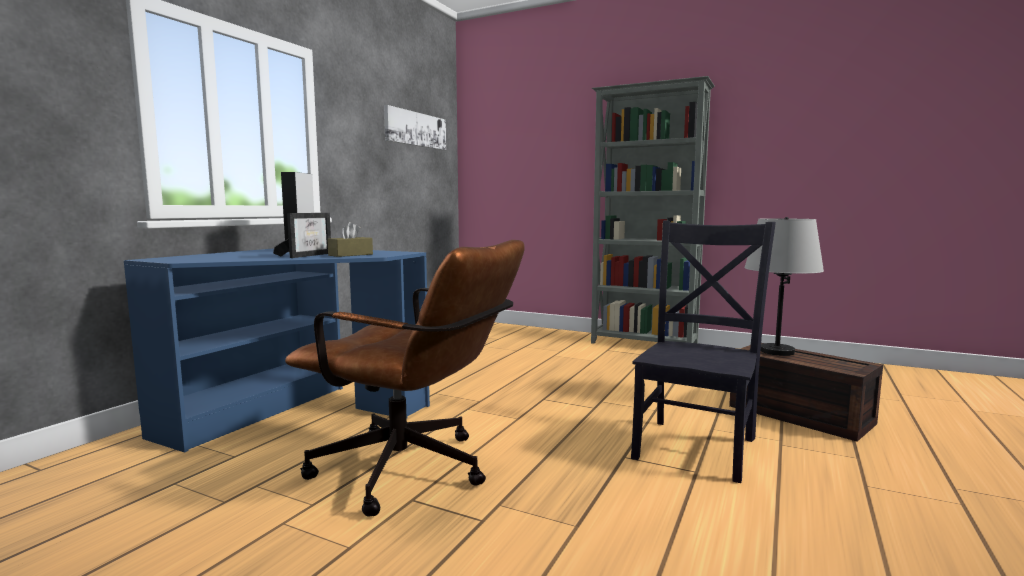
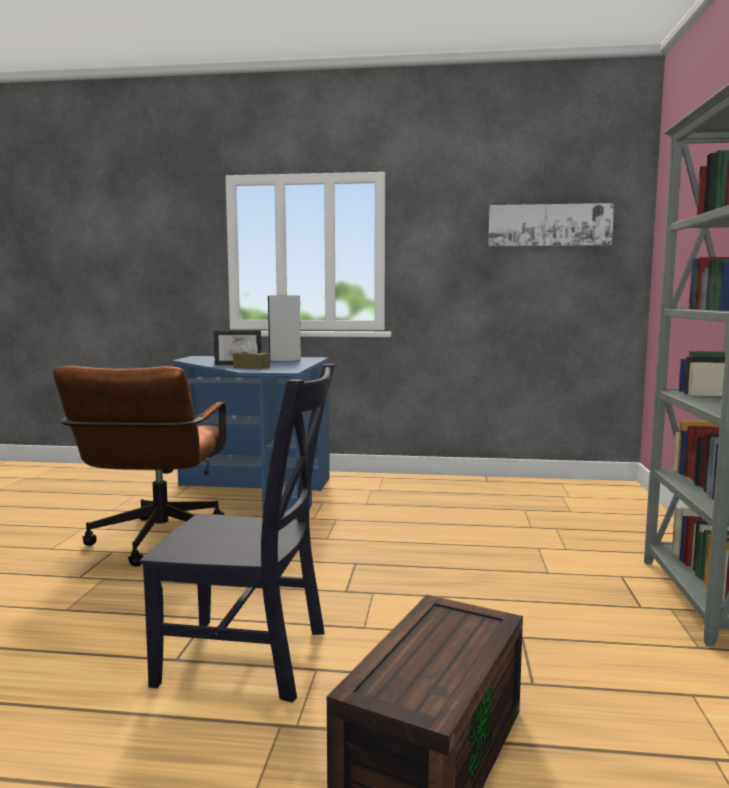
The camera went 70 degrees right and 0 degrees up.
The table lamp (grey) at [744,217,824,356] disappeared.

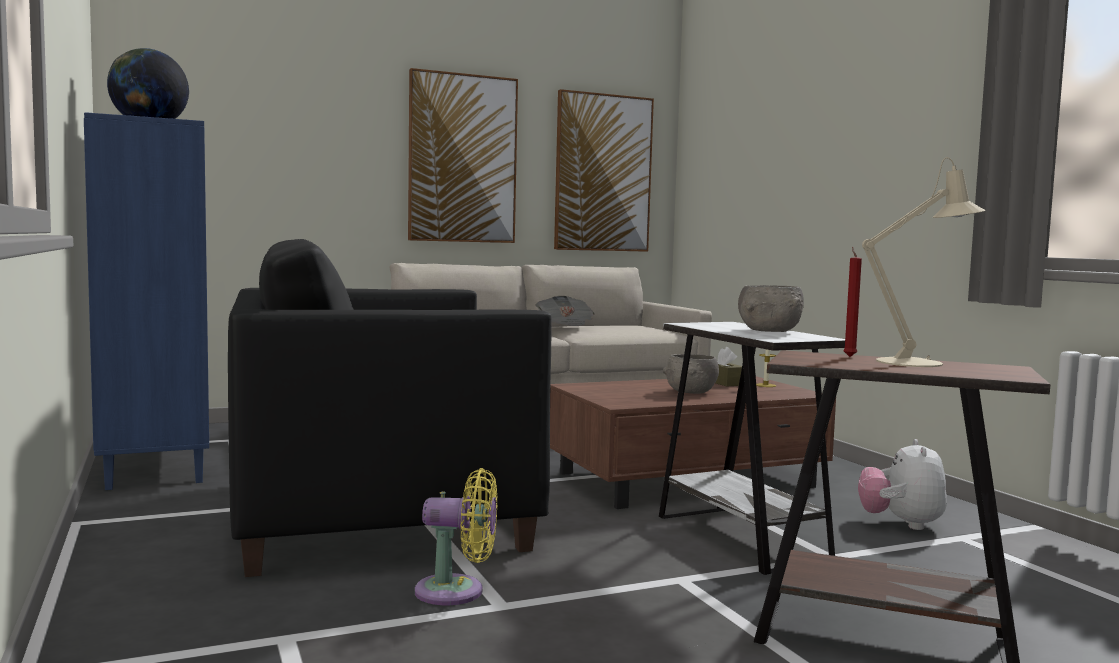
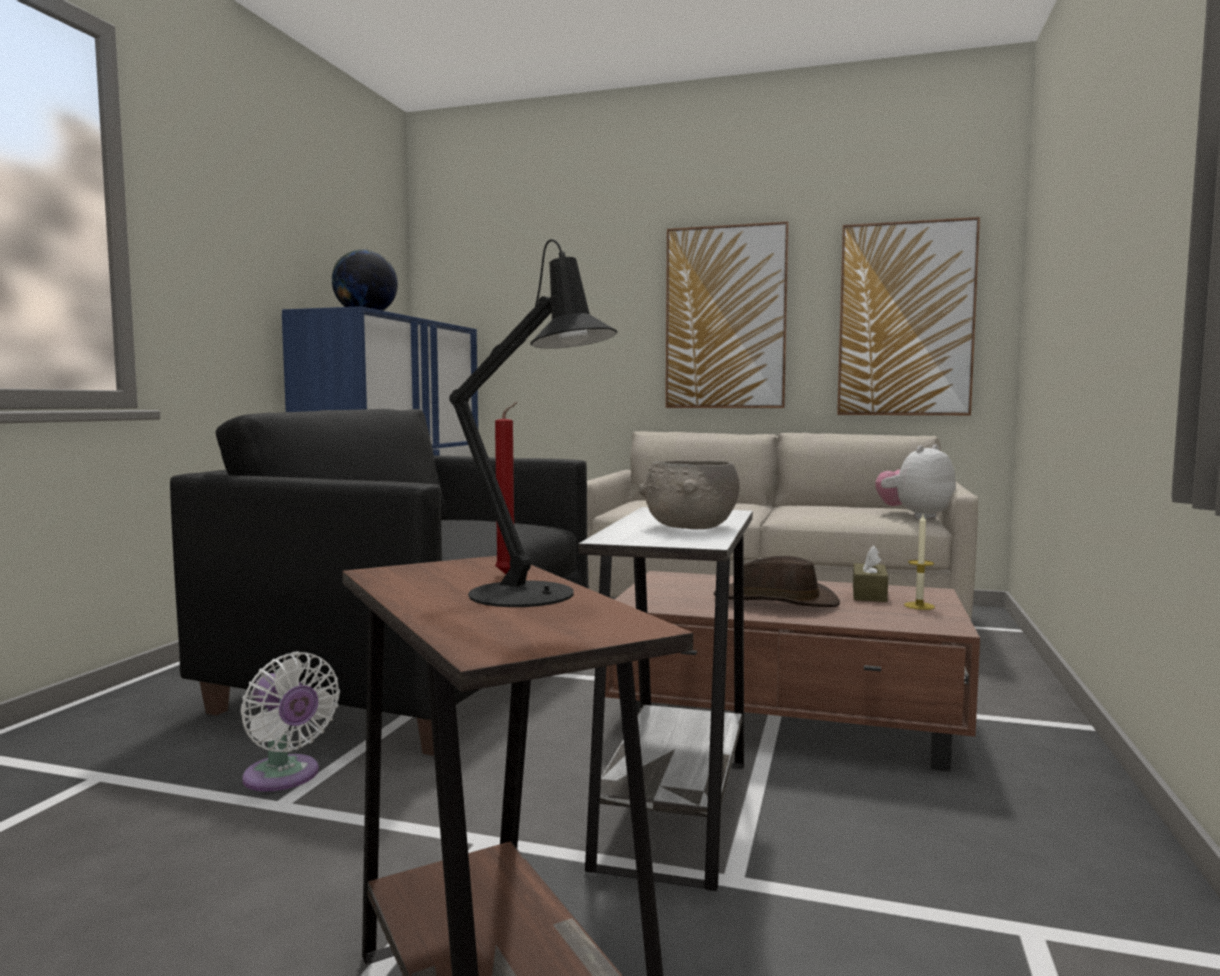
The camera went 40 degrees right and 0 degrees up.
The table lamp (beige) at [862,157,986,367] became the table lamp (black) at [449,239,617,607].
The newspaper at [535,296,595,326] disappeared.
The bowl (grey) at [663,354,719,394] was replaced by the hat (brown) at [714,556,840,607].
The plush toy moved from [858,439,947,530] to [875,444,956,519].
The fan (yellow) at [415,468,497,605] became the fan (white) at [241,651,340,792].

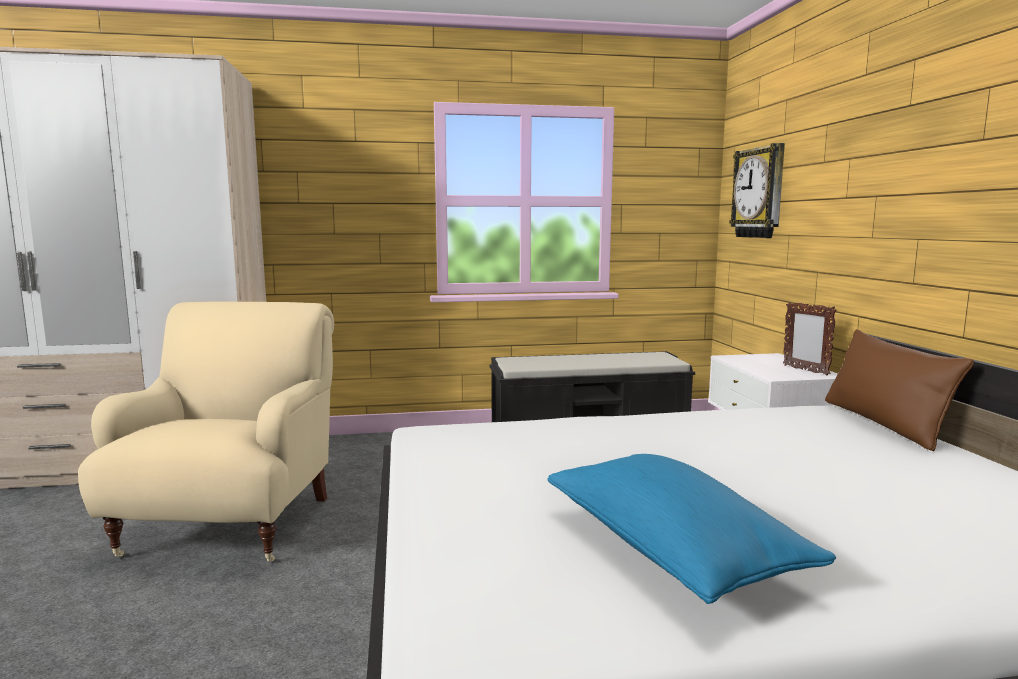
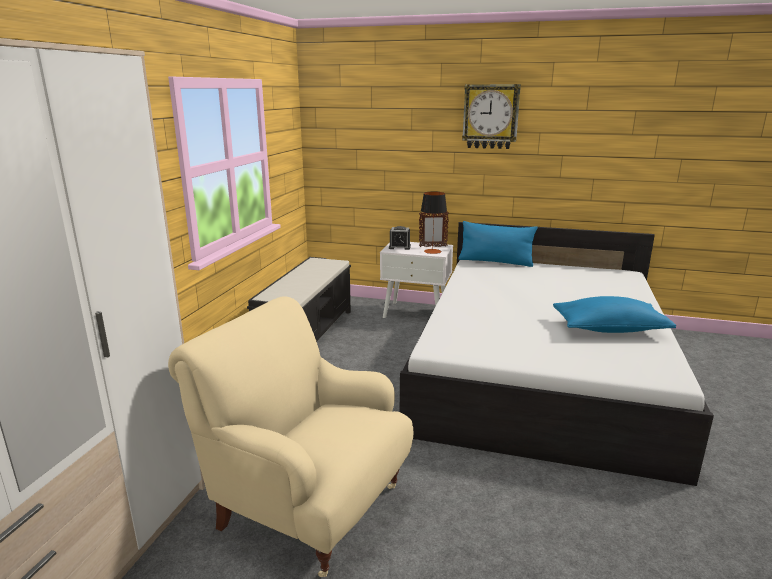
The camera went 65 degrees left and 10 degrees up.
The wall clock moved from [729,143,785,238] to [462,84,521,149].
The pillow (brown) at [825,329,974,451] became the pillow (blue) at [459,221,538,267].
The table lamp at [421,191,447,254] appeared.
The alarm clock at [389,226,411,250] appeared.

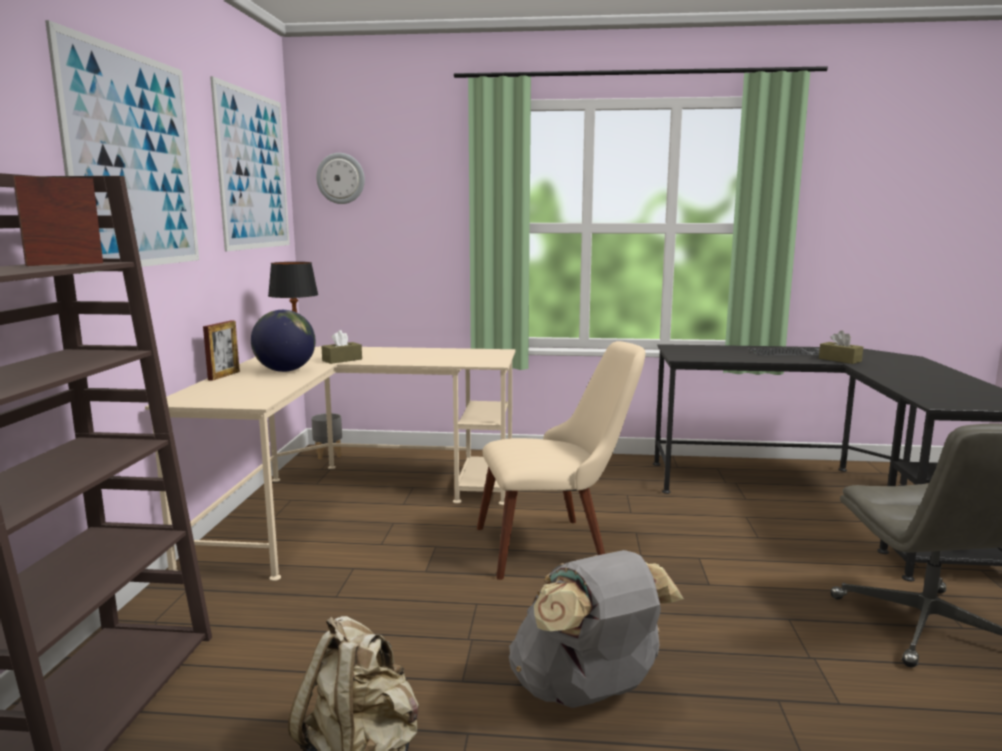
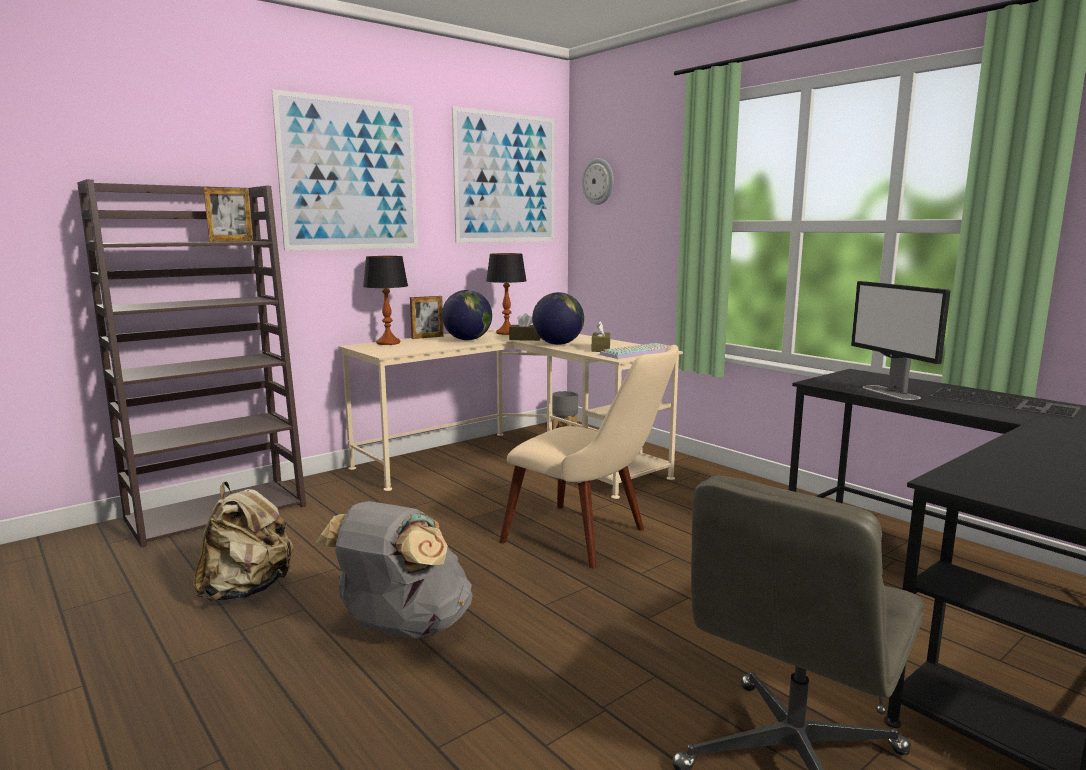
The camera went 45 degrees right and 0 degrees up.
The picture frame at [13,176,103,266] turned 150 degrees clockwise.
The tissue box (brown) moved from [819,330,863,364] to [592,321,610,352].
The table lamp at [363,256,408,345] appeared.
The monitor at [851,281,950,400] appeared.
The globe at [532,292,584,345] appeared.
The keyboard at [600,343,669,359] appeared.

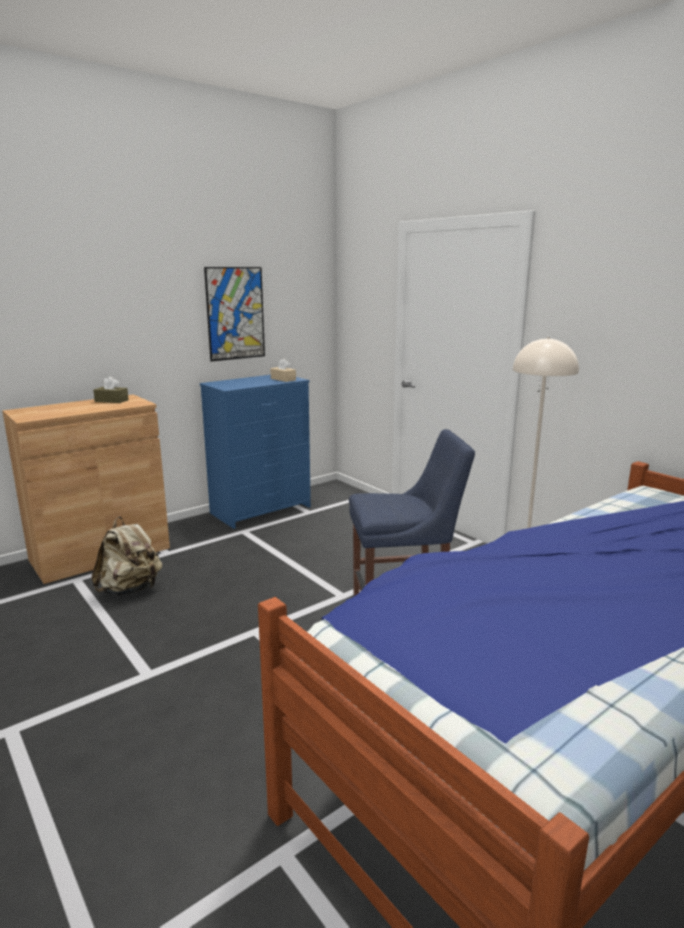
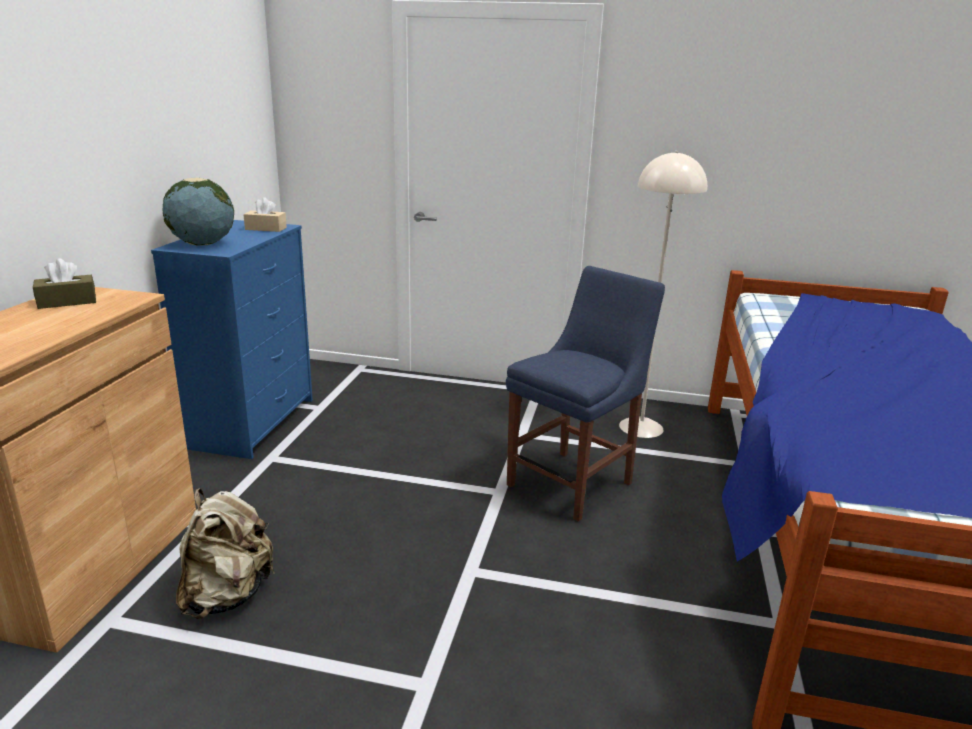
The camera went 40 degrees left and 5 degrees up.
The picture at [204,267,265,362] disappeared.
The globe at [163,178,234,246] appeared.

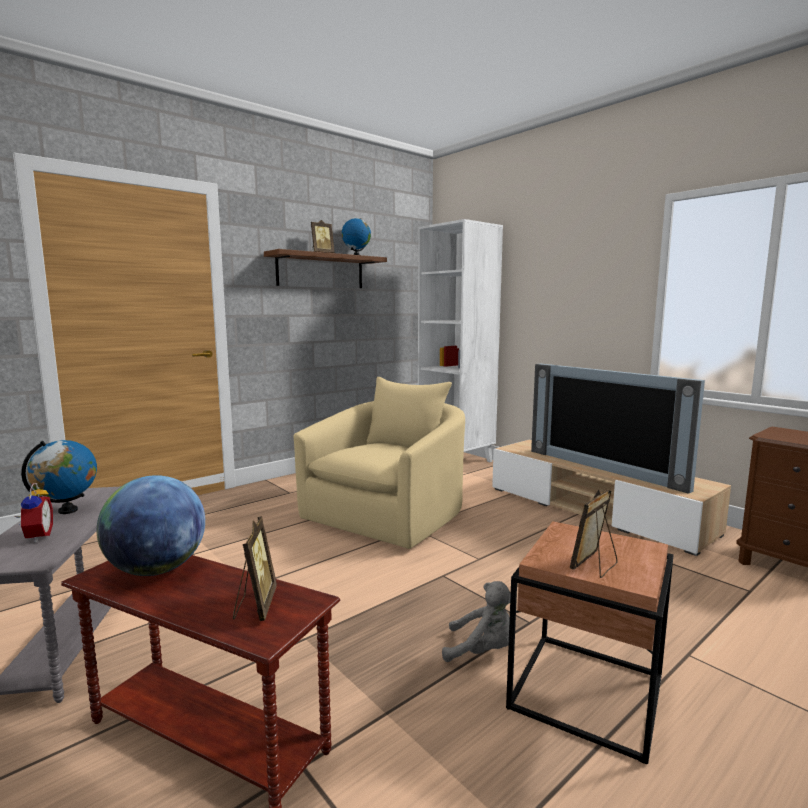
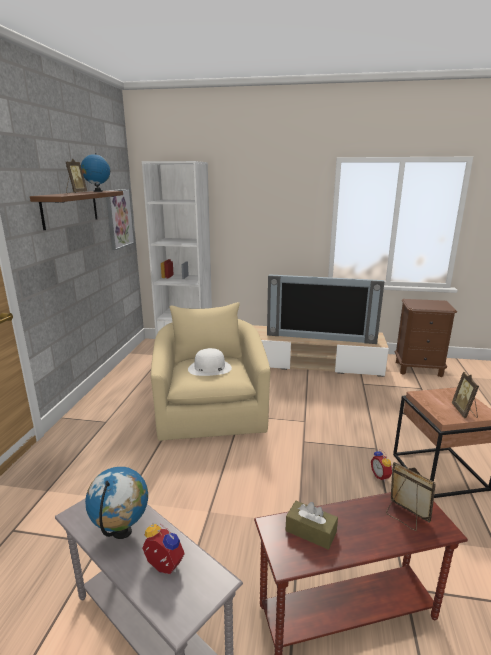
The camera went 40 degrees left and 10 degrees up.
The globe at [97,475,205,576] was replaced by the tissue box (brown) at [285,501,338,550].
The plush toy (grey) at [442,581,511,662] was replaced by the alarm clock at [371,449,393,482].
The picture at [106,189,135,250] appeared.
The hat (white) at [188,348,232,376] appeared.

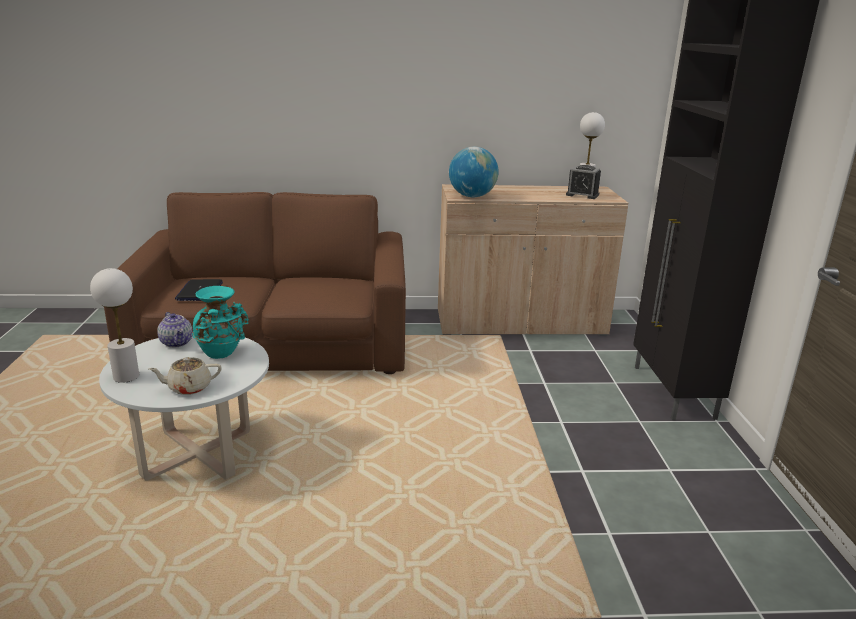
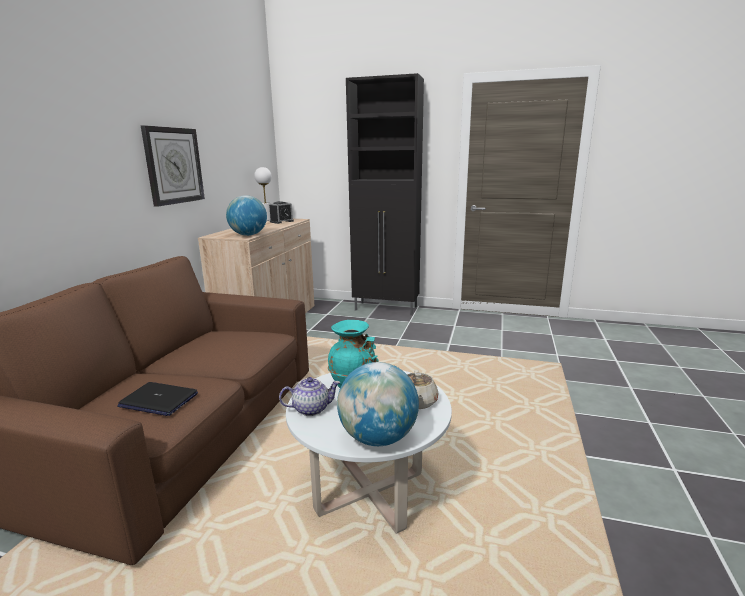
The camera went 70 degrees left and 5 degrees down.
The table lamp (white) at [90,268,139,383] was replaced by the globe at [337,362,419,446].
The wall clock at [141,125,205,207] appeared.

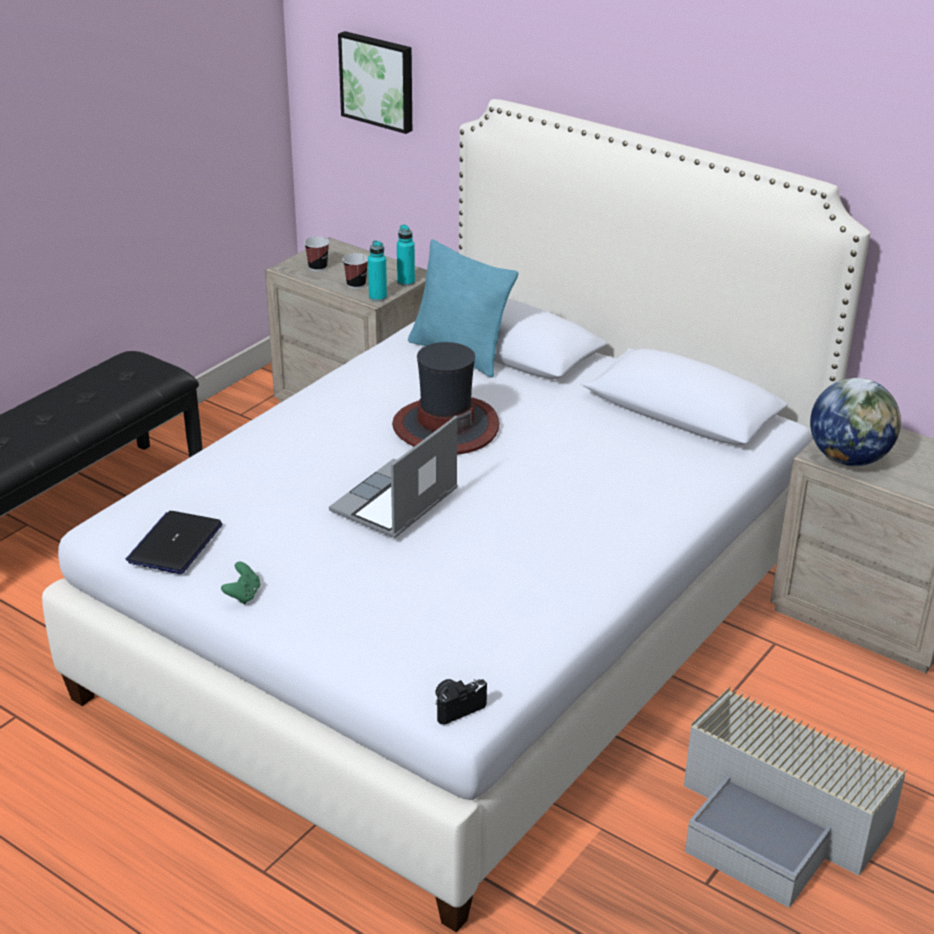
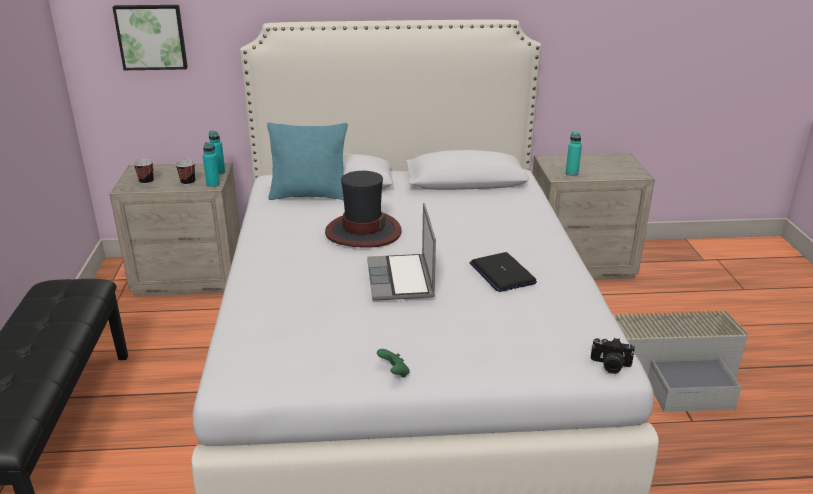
The camera went 40 degrees left and 5 degrees down.
The globe at [810,378,901,466] was replaced by the bottle (turquoise) at [566,131,582,176].
The laptop moved from [126,511,222,574] to [470,252,537,292].
The photo camera at [435,679,487,724] turned 90 degrees counterclockwise.

